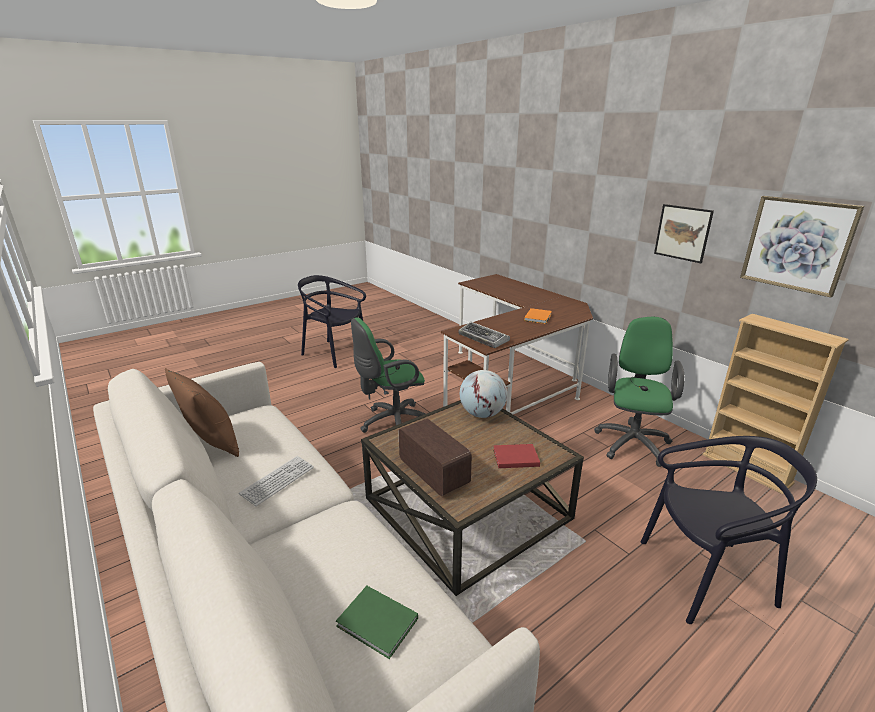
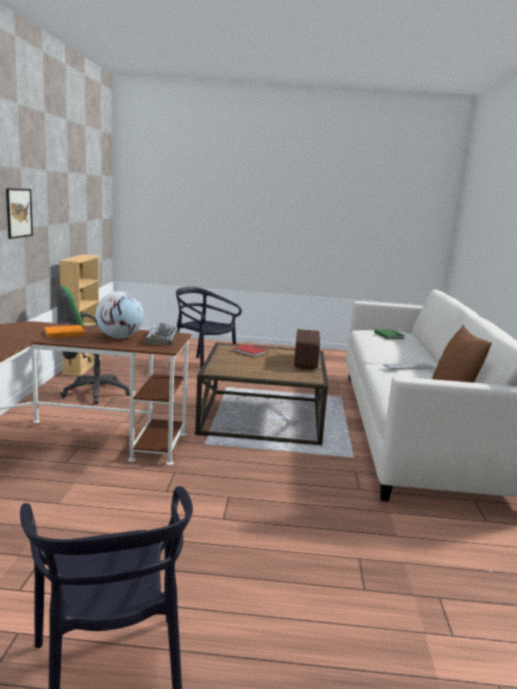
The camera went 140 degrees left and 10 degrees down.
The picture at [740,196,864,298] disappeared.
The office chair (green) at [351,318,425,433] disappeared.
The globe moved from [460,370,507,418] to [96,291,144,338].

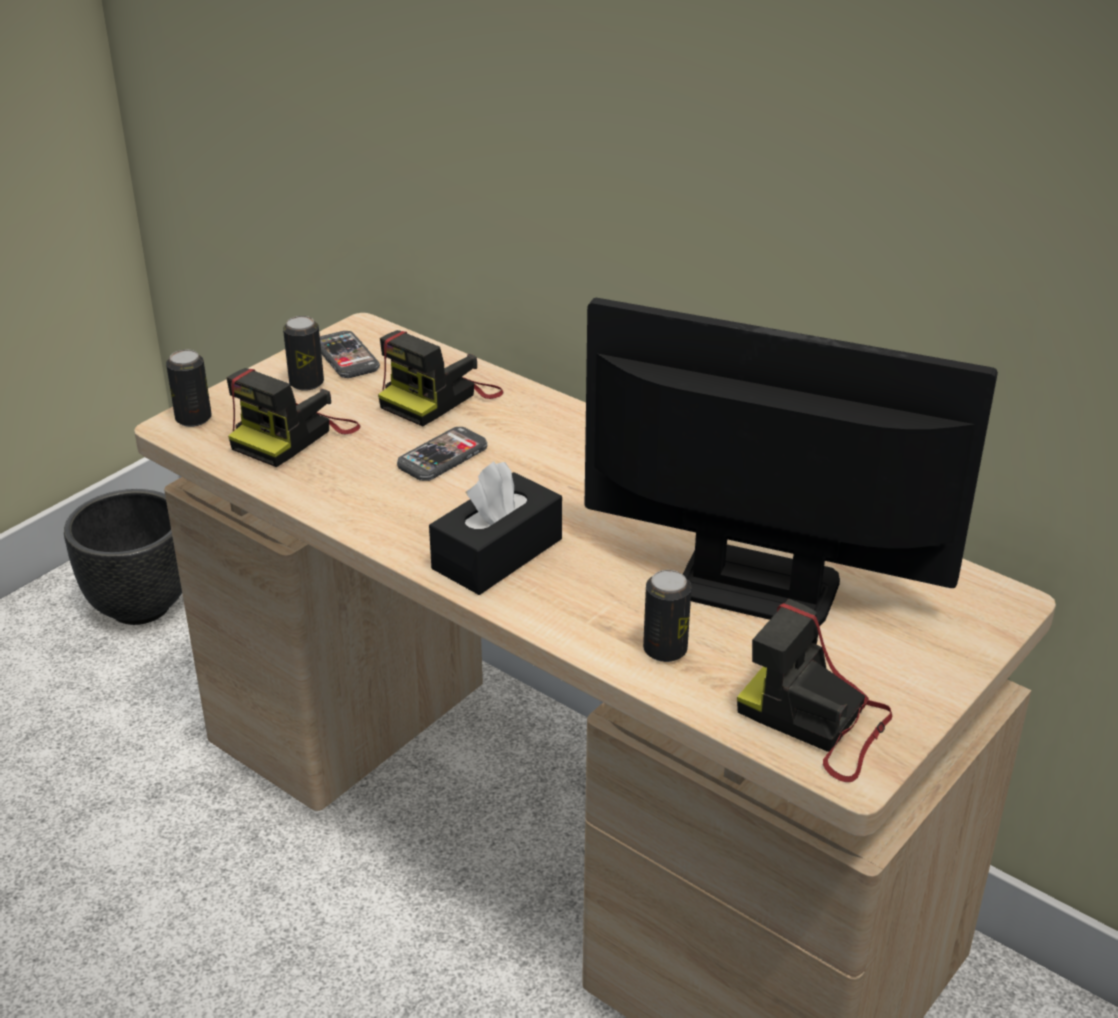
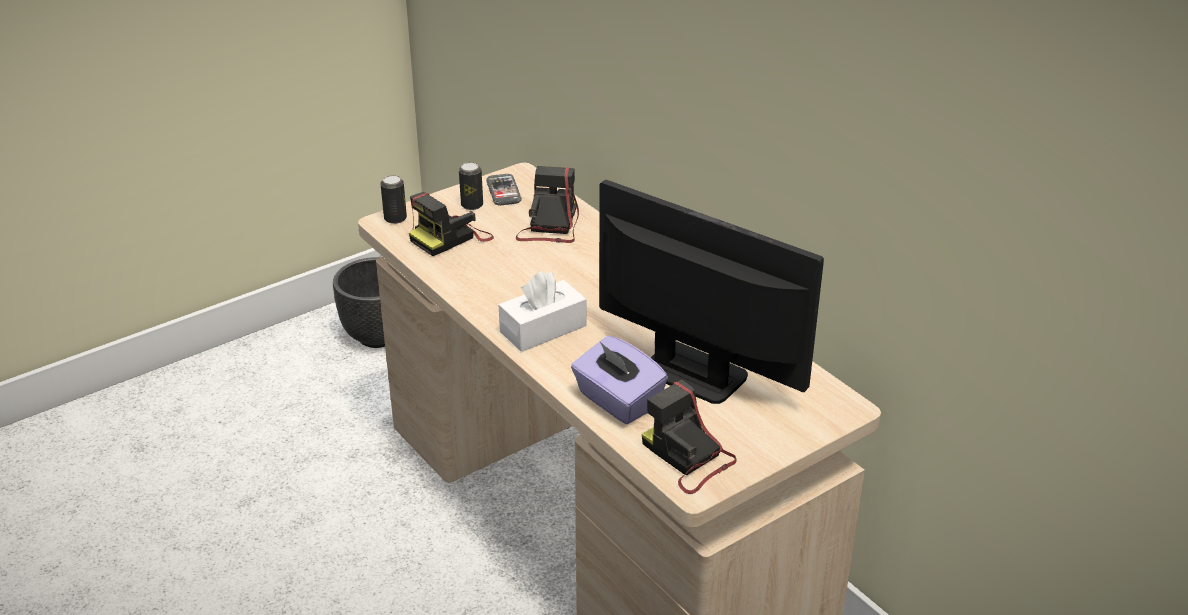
The camera went 15 degrees right and 0 degrees up.
The photo camera at [378,330,504,427] turned 135 degrees clockwise.
The phone at [397,427,487,481] disappeared.
The tissue box (black) at [429,461,562,595] became the tissue box (white) at [499,271,587,352].
The can at [643,570,692,662] was replaced by the tissue box (purple) at [571,336,668,424].

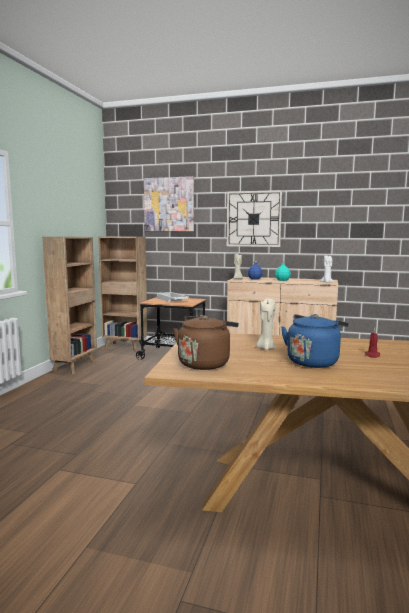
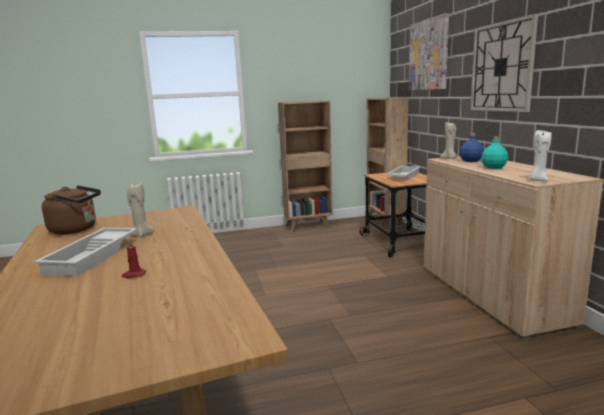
The camera went 60 degrees right and 5 degrees up.
The kettle (blue) at [281,314,349,368] was replaced by the tray (white) at [34,228,138,277].

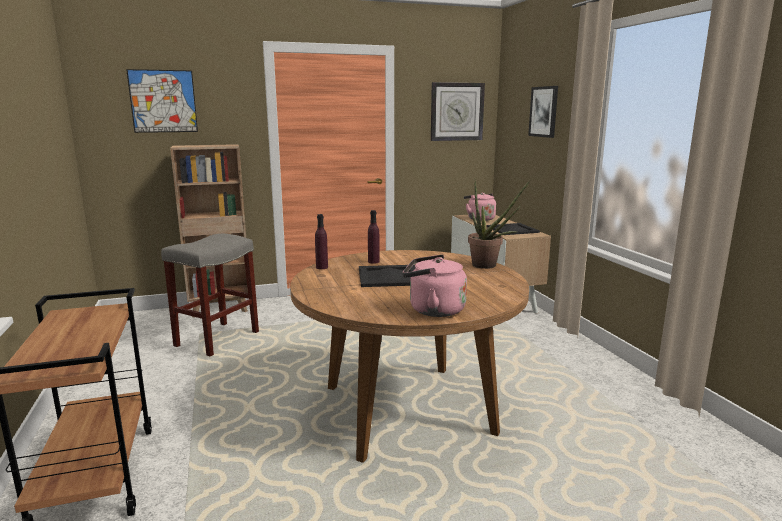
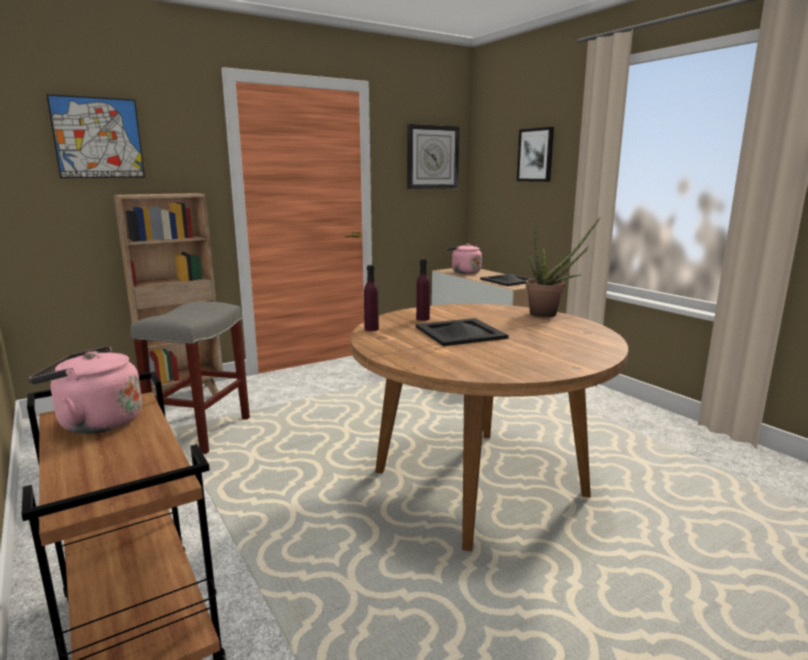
The camera went 15 degrees left and 0 degrees up.
The kettle (pink) moved from [402,255,467,317] to [29,346,142,434].

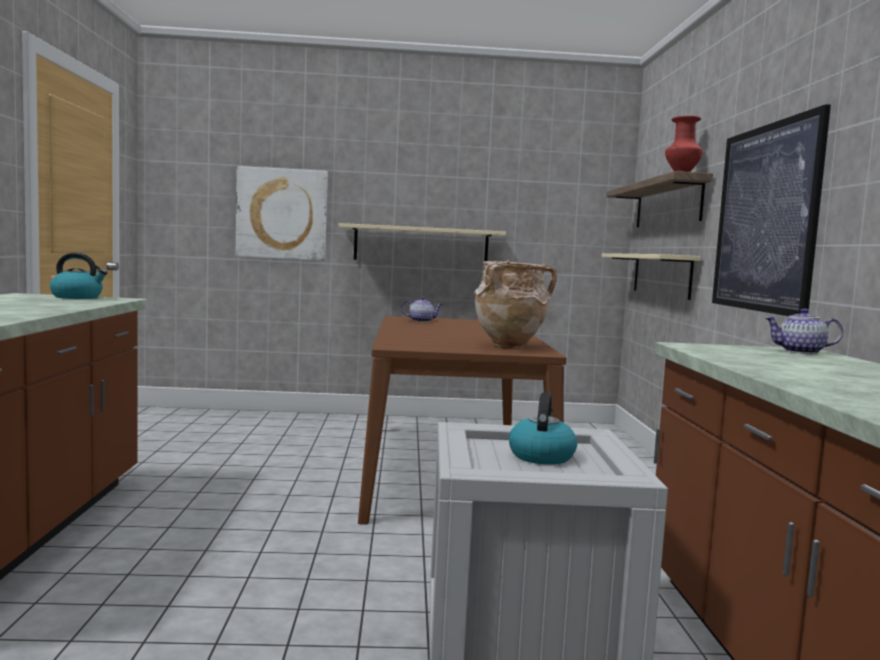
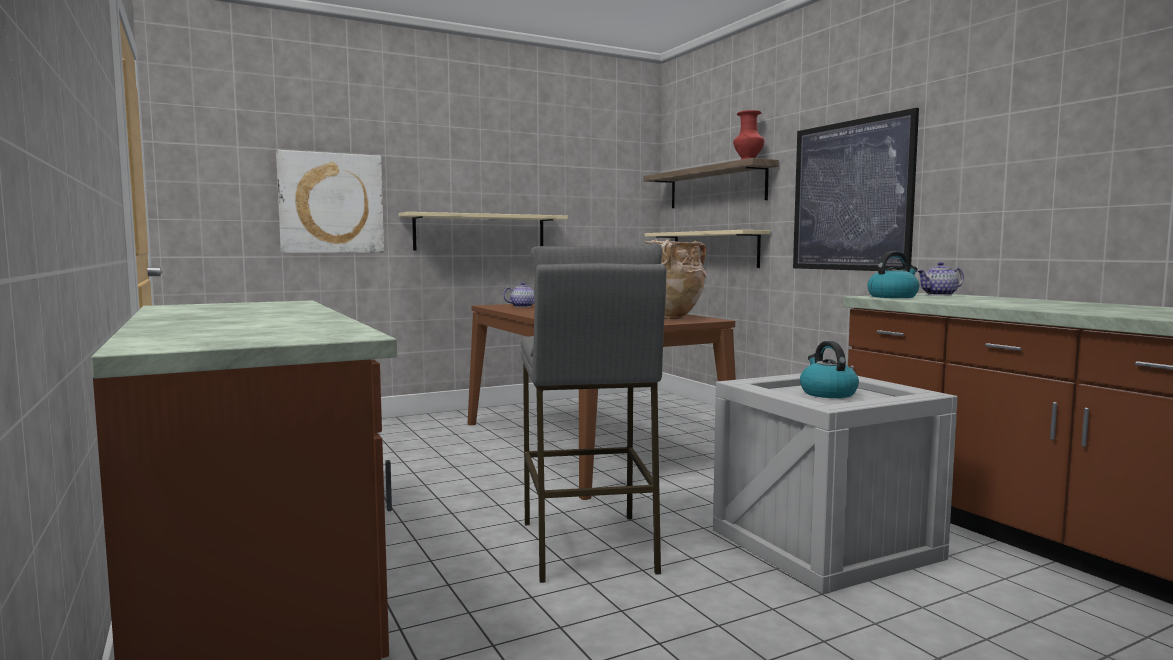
The camera went 25 degrees left and 0 degrees up.
The kettle moved from [50,253,108,299] to [867,251,920,298].
The stool (grey) at [521,243,666,583] appeared.

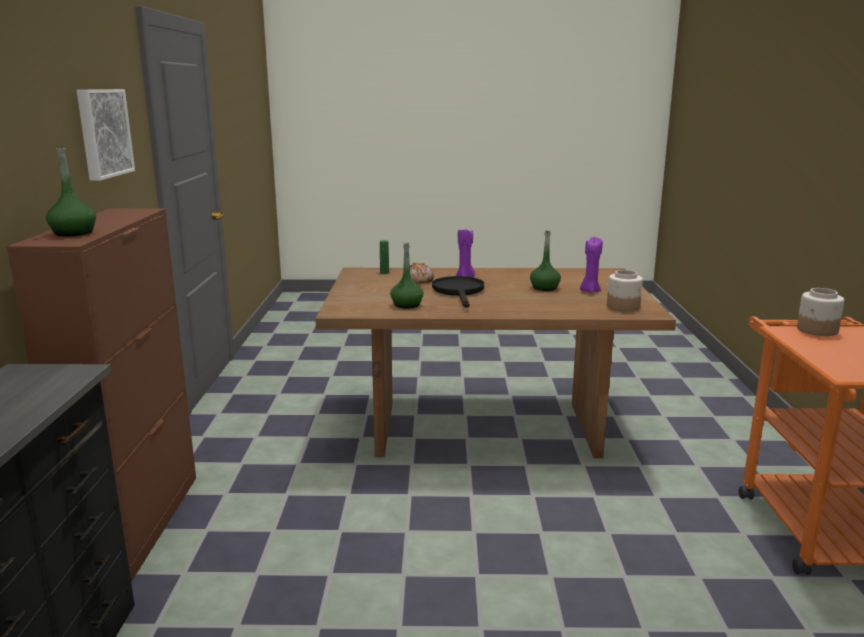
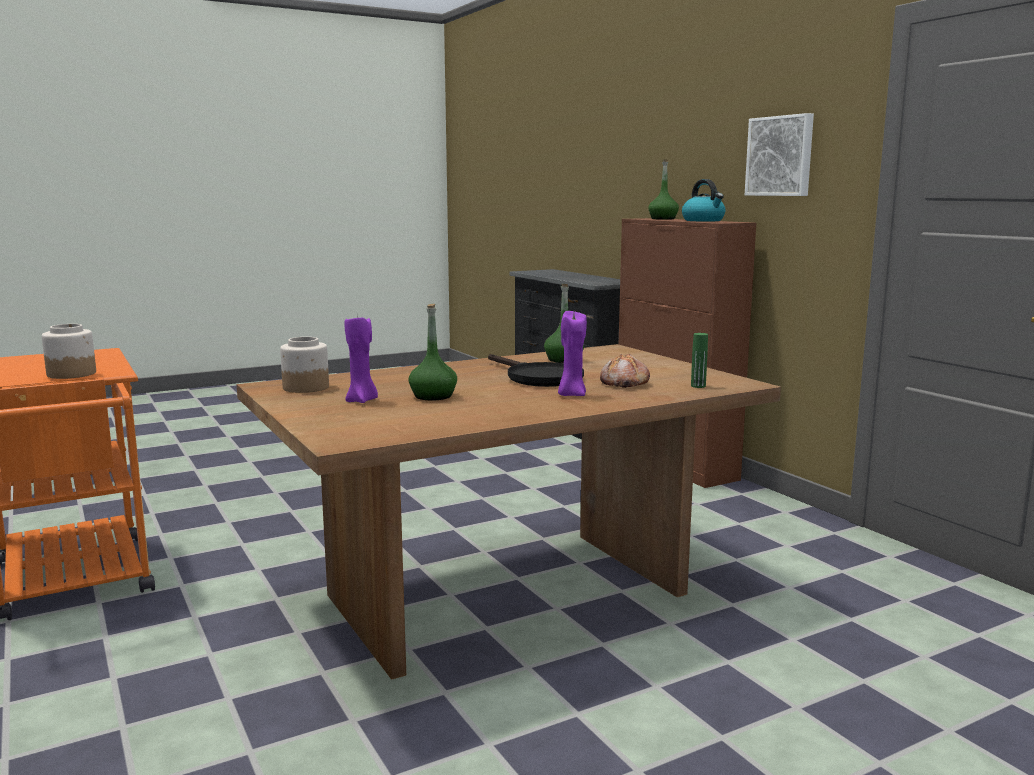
The camera went 150 degrees right and 5 degrees down.
The kettle at [682,179,725,221] appeared.

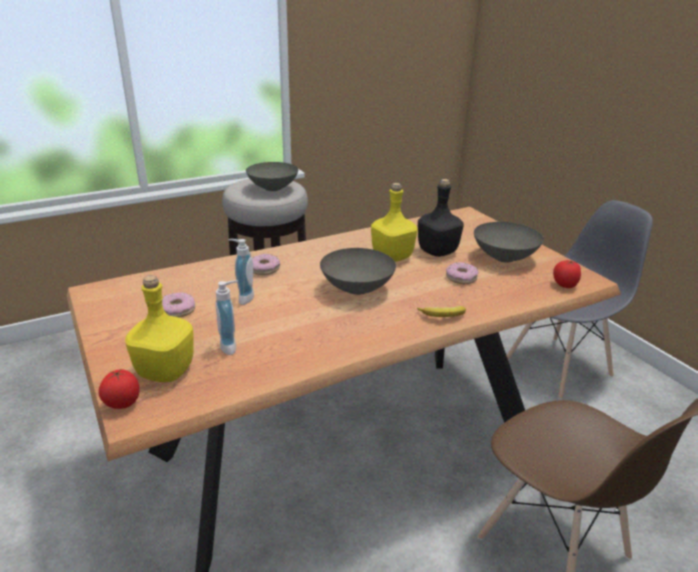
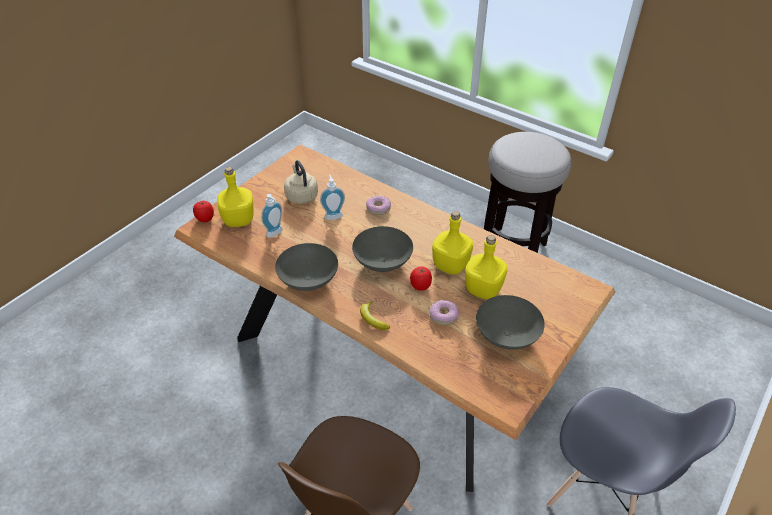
The camera went 65 degrees right and 15 degrees up.
The bowl (grey) moved from [246,162,298,191] to [275,243,338,291].
The bottle (black) at [418,179,464,257] became the bottle (yellow) at [465,235,508,299].
The tomato moved from [553,260,581,288] to [410,266,432,291].
The donut at [162,292,195,318] was replaced by the kettle (beige) at [284,160,318,204].

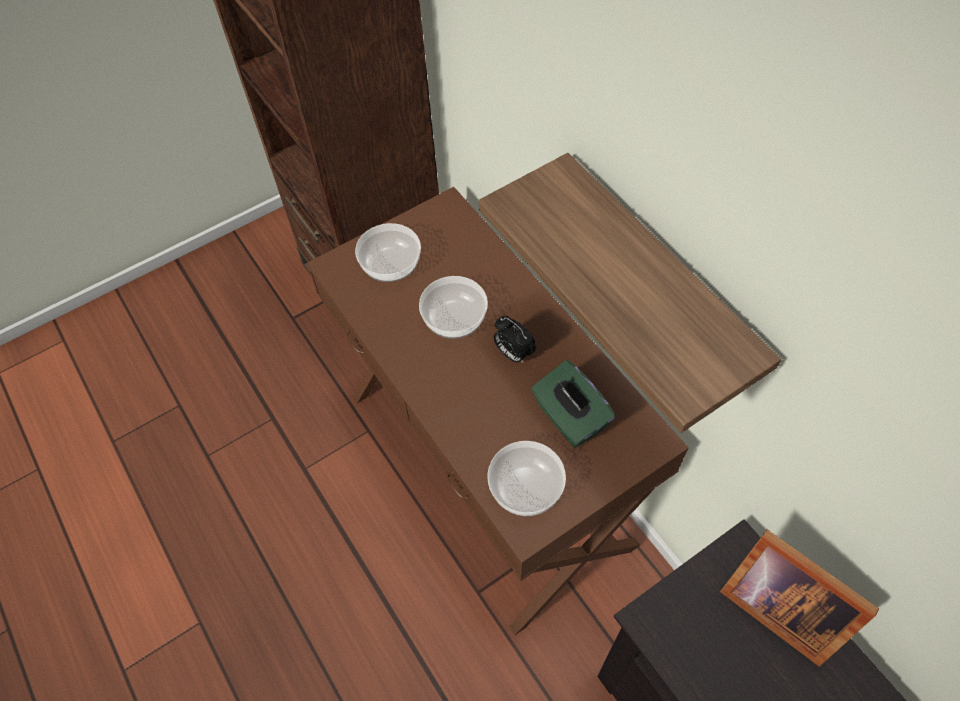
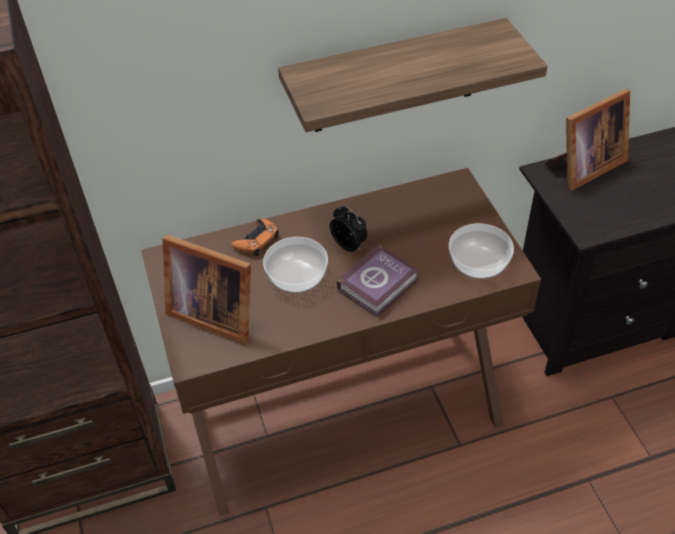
The camera went 75 degrees left and 10 degrees down.
The bowl at [355,223,421,282] was replaced by the picture frame at [162,235,251,345].
The alarm clock at [493,316,536,364] turned 105 degrees counterclockwise.
The tissue box (green) at [531,360,616,448] disappeared.
The game controller (orange) at [231,218,278,256] appeared.
The book at [336,244,418,317] appeared.

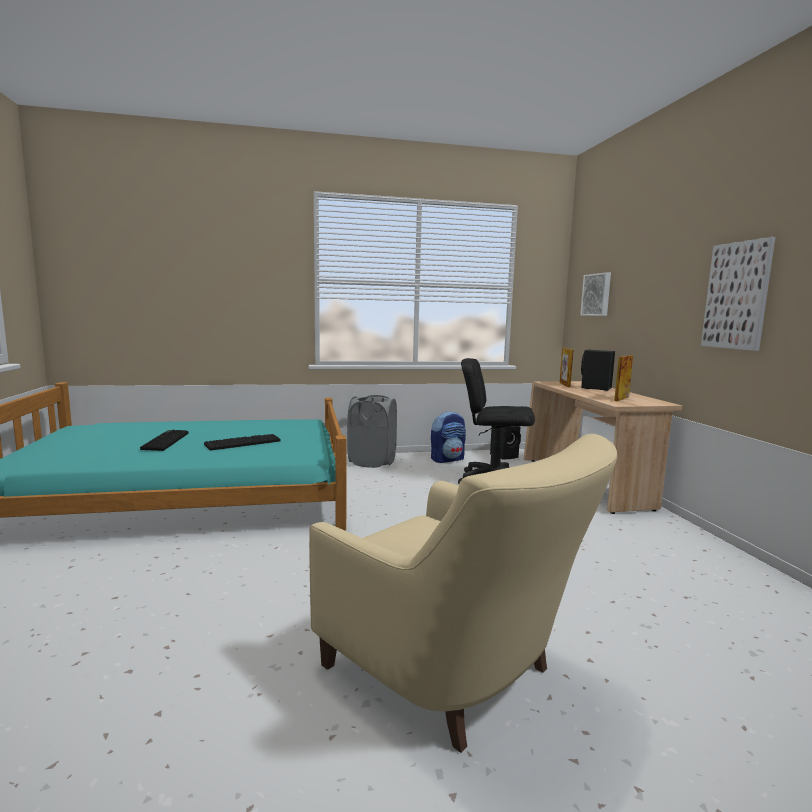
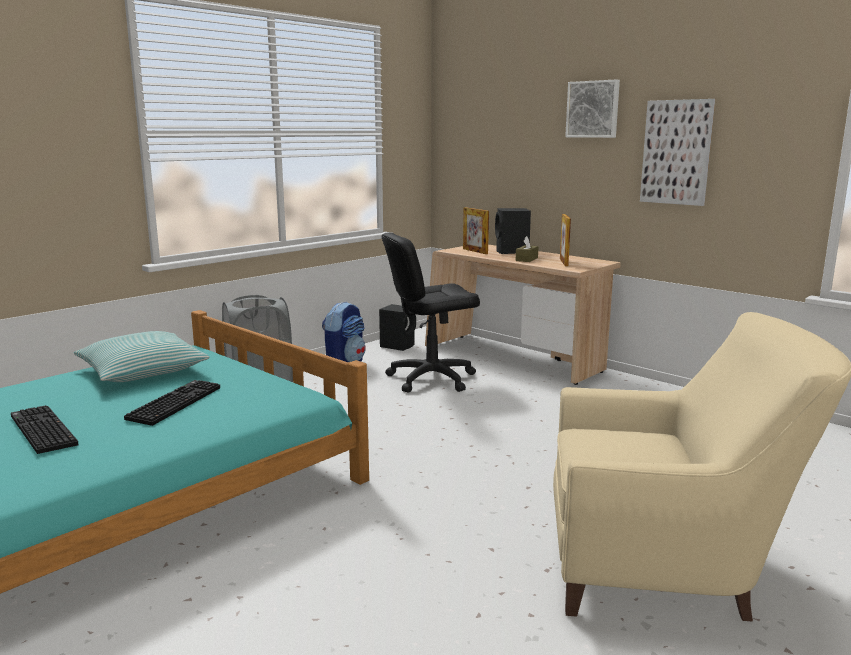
The camera went 35 degrees left and 5 degrees up.
The picture moved from [580,272,611,316] to [565,79,620,138].
The tissue box (brown) at [516,236,539,262] appeared.
The pillow at [74,331,210,382] appeared.

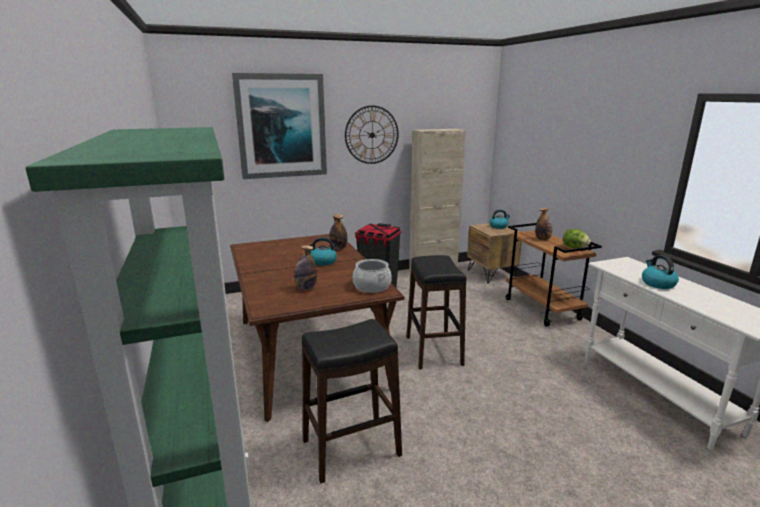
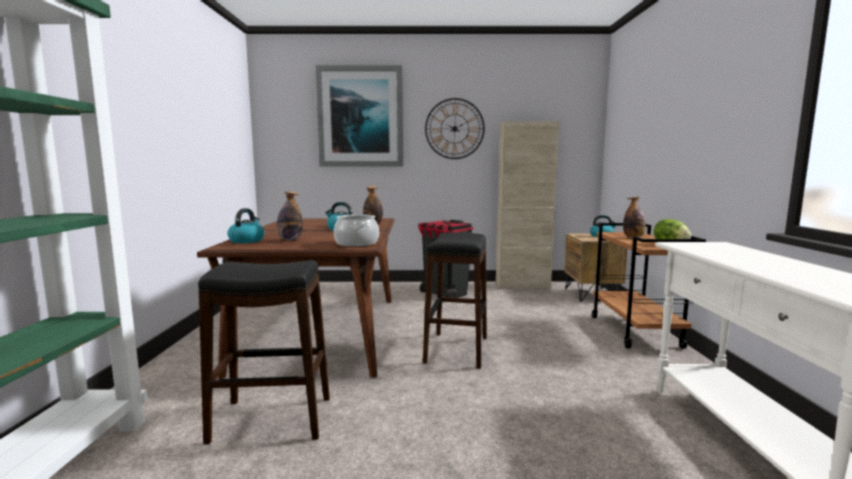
The camera went 20 degrees right and 10 degrees down.
The kettle moved from [642,255,679,289] to [227,208,265,243].

